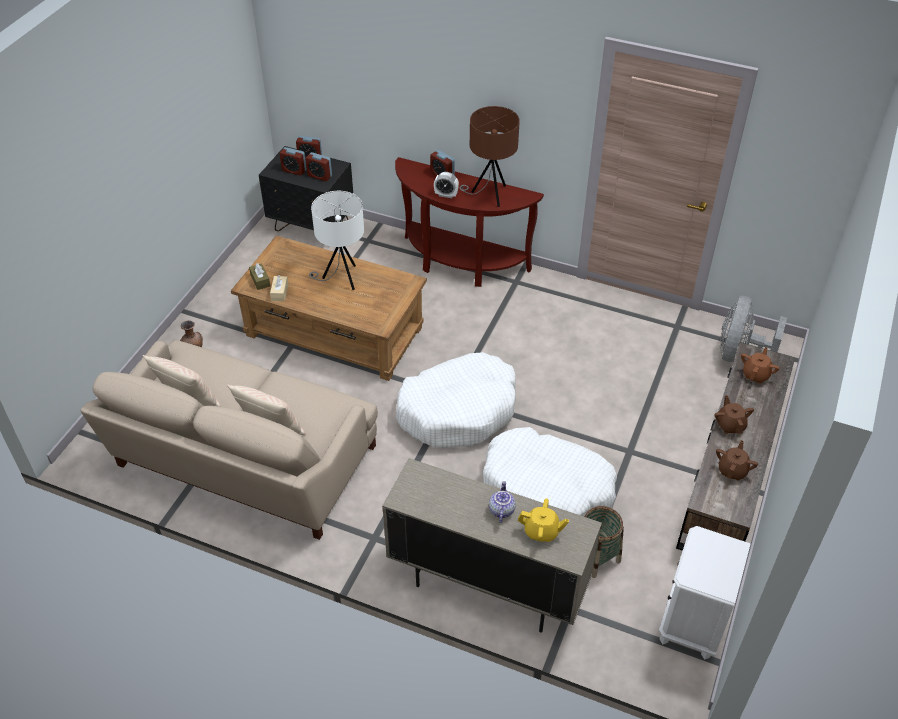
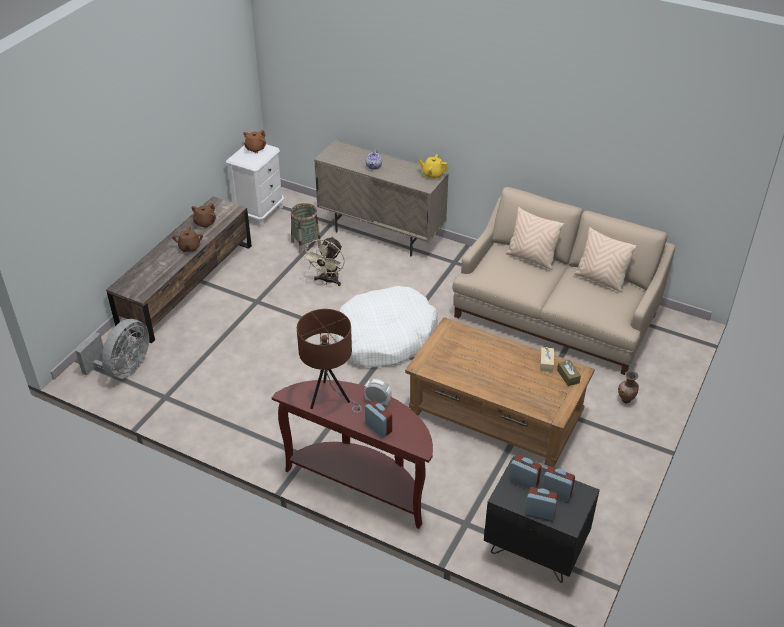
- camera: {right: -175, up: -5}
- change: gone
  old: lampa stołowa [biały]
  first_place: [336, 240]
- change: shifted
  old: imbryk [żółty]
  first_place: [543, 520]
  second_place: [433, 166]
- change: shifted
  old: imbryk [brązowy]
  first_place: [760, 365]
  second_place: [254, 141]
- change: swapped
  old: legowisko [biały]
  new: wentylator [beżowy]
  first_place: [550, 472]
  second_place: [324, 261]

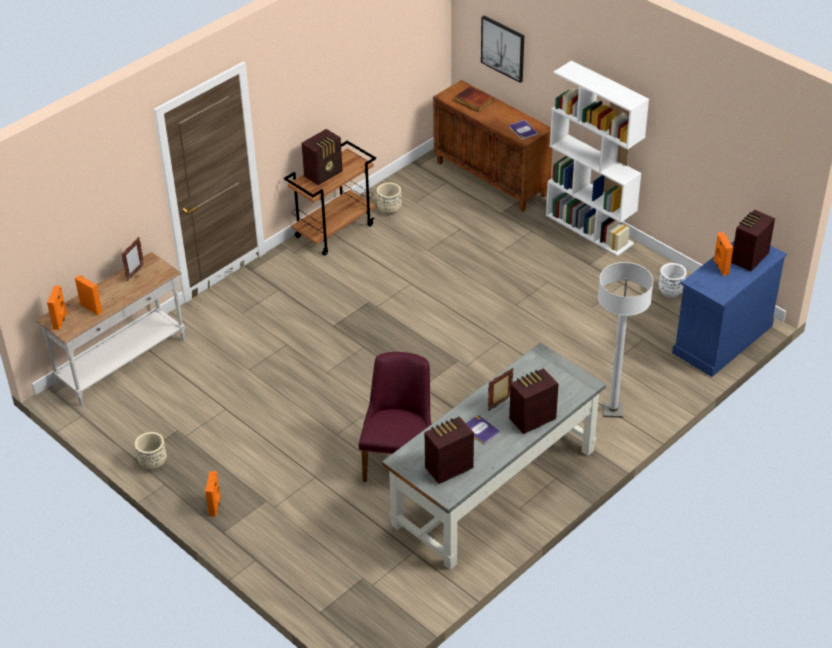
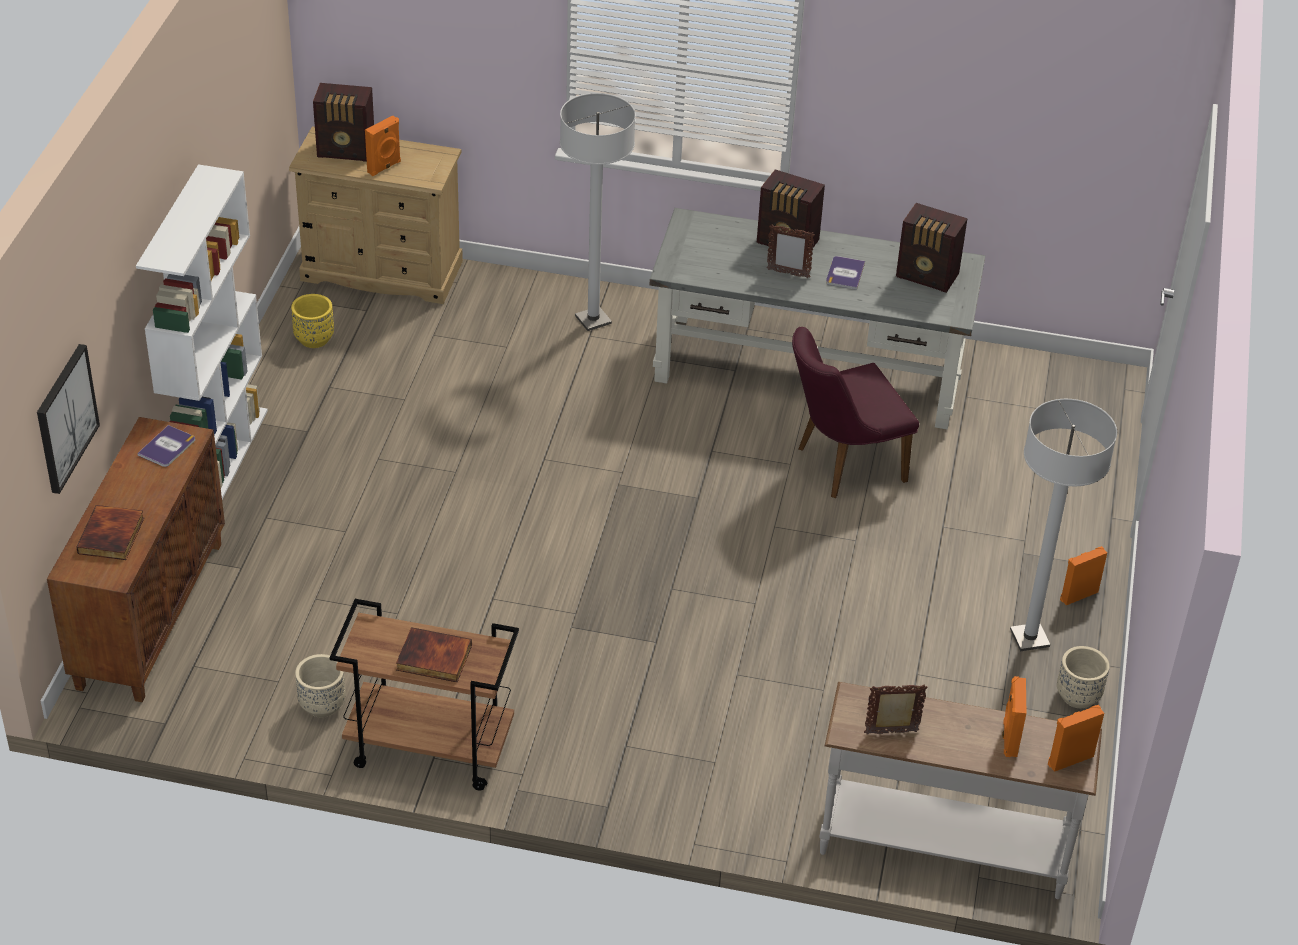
- camera: {right: -125, up: 0}
- change: new
  new: lampa stojąca [biały]
  second_place: [1063, 525]
- change: swapped
  old: radio
  new: książka
  first_place: [322, 157]
  second_place: [434, 654]
- change: repainted
  old: donica [biały]
  new: donica [żółty]
  first_place: [672, 280]
  second_place: [312, 321]
- change: repainted
  old: komoda [niebieski]
  new: komoda [beżowy]
  first_place: [729, 309]
  second_place: [376, 215]

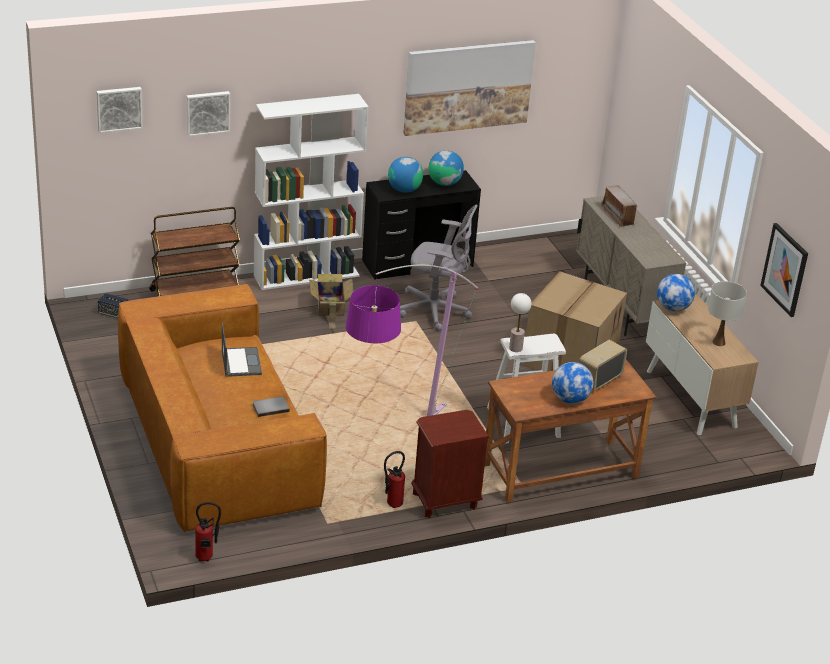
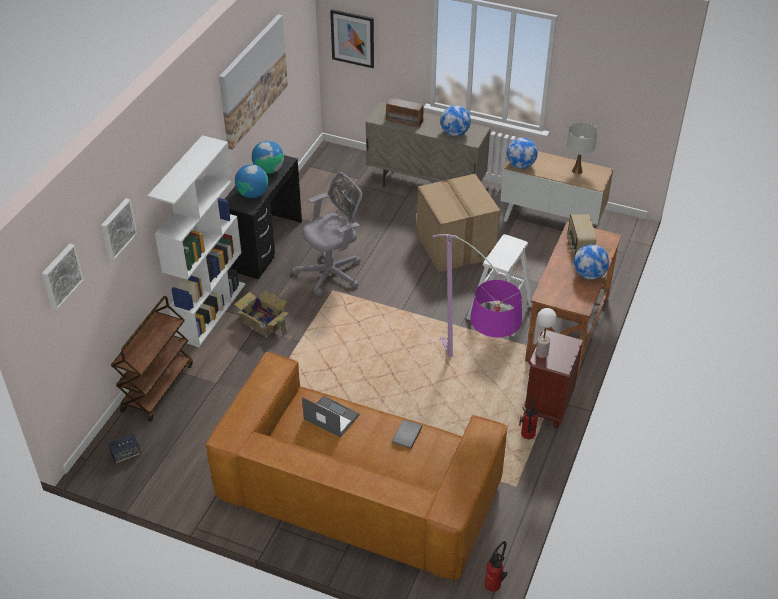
- camera: {right: -45, up: 10}
- change: new
  new: globus
  second_place: [455, 120]
- change: shifted
  old: lampa stołowa
  first_place: [520, 322]
  second_place: [546, 333]
- change: shifted
  old: obraz
  first_place: [784, 270]
  second_place: [352, 38]

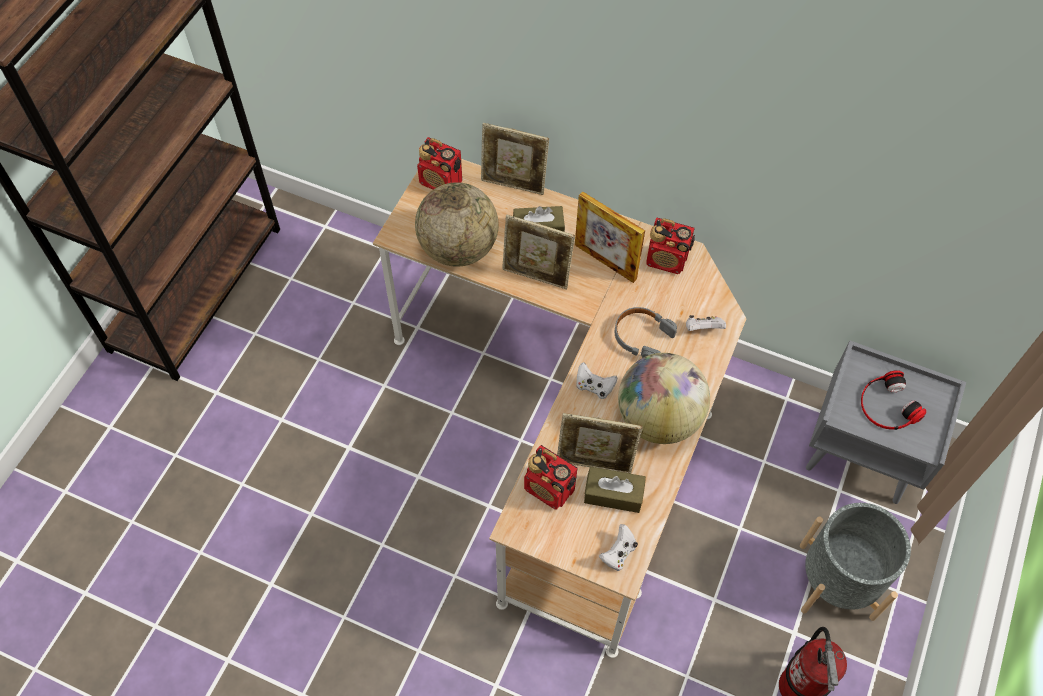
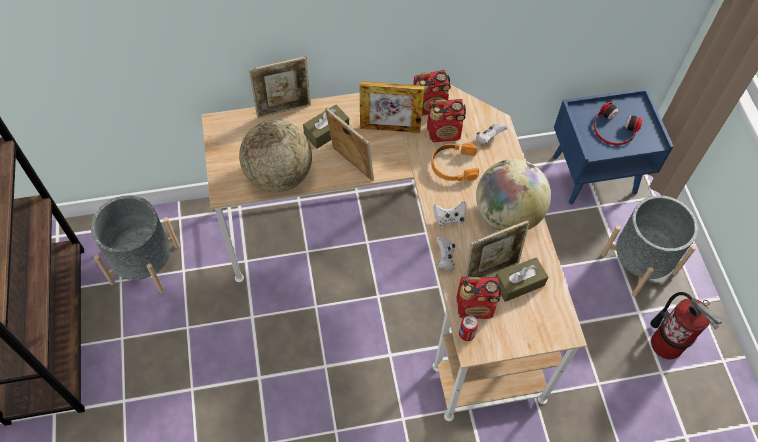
- camera: {right: -35, up: 0}
- change: new
  new: donica [szary]
  second_place: [135, 244]
- change: new
  new: puszka
  second_place: [468, 328]
- change: shifted
  old: radio
  first_place: [439, 163]
  second_place: [446, 120]
- change: shifted
  old: pad do gier [biały]
  first_place: [618, 547]
  second_place: [445, 253]
- change: repainted
  old: słuchawki [szary]
  new: słuchawki [pomarańczowy]
  first_place: [646, 332]
  second_place: [455, 162]
- change: repainted
  old: szafka nocna [szary]
  new: szafka nocna [niebieski]
  first_place: [886, 422]
  second_place: [613, 146]
- change: rotated
  old: ramka na zdjęcie
  first_place: [538, 252]
  second_place: [349, 144]
  degrees: -120

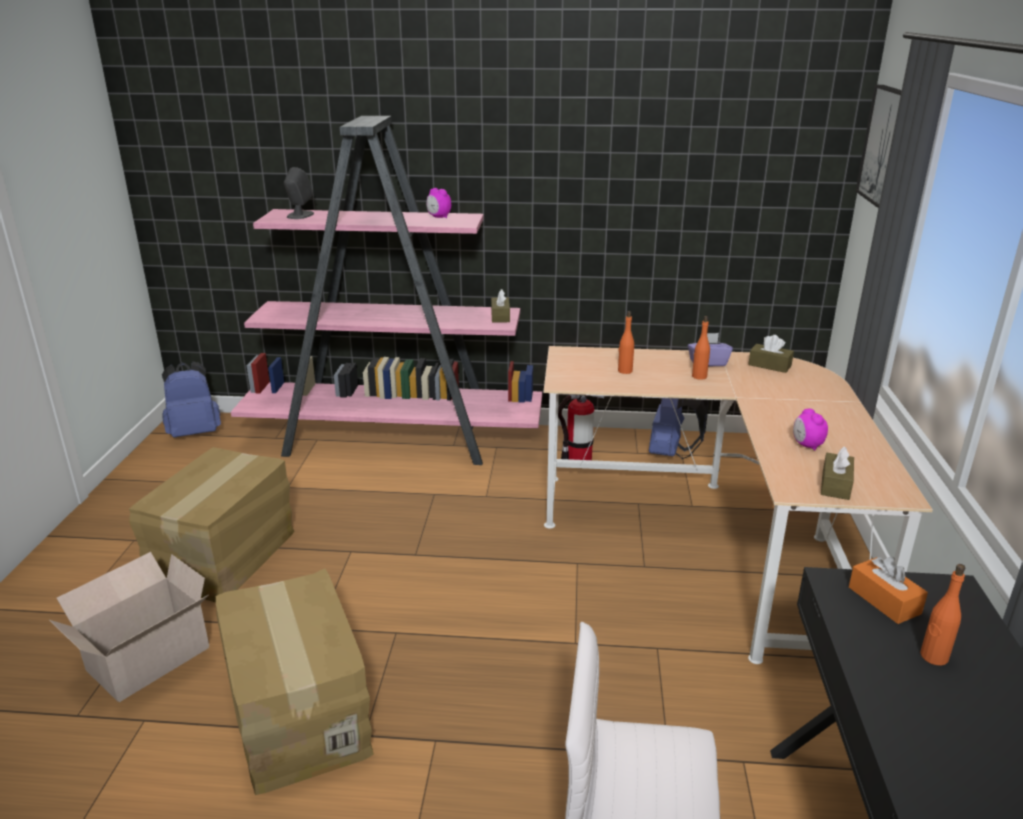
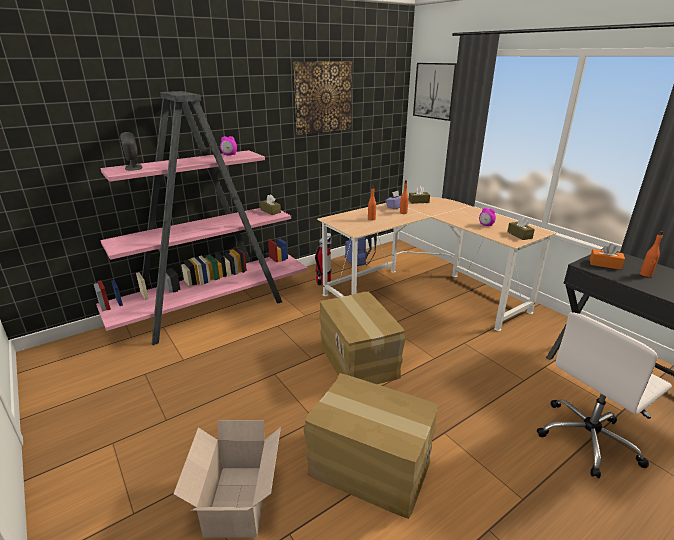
- camera: {right: -40, up: 0}
- change: gone
  old: plecak [niebieski]
  first_place: [191, 400]
- change: new
  new: obraz
  second_place: [323, 98]
- change: shifted
  old: karton
  first_place: [212, 524]
  second_place: [362, 338]

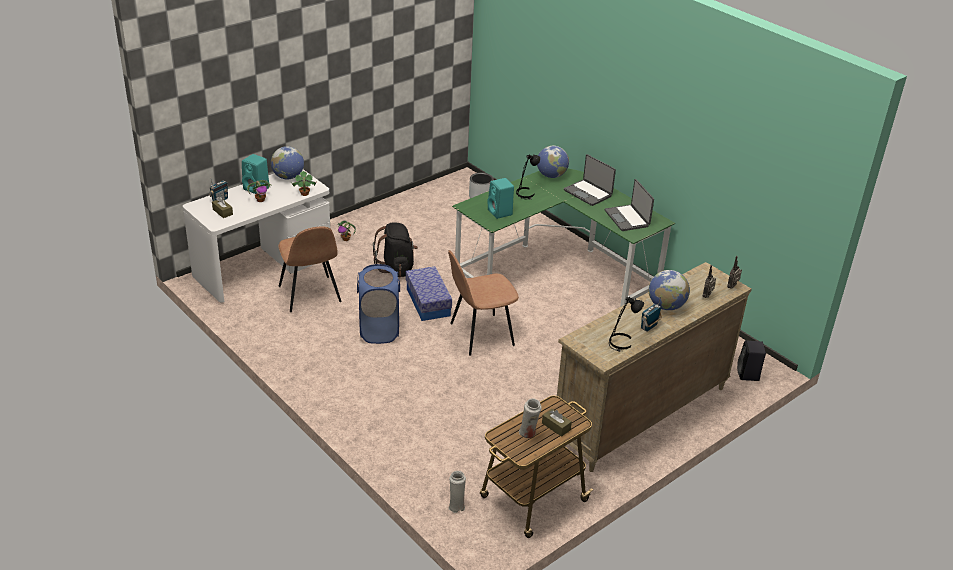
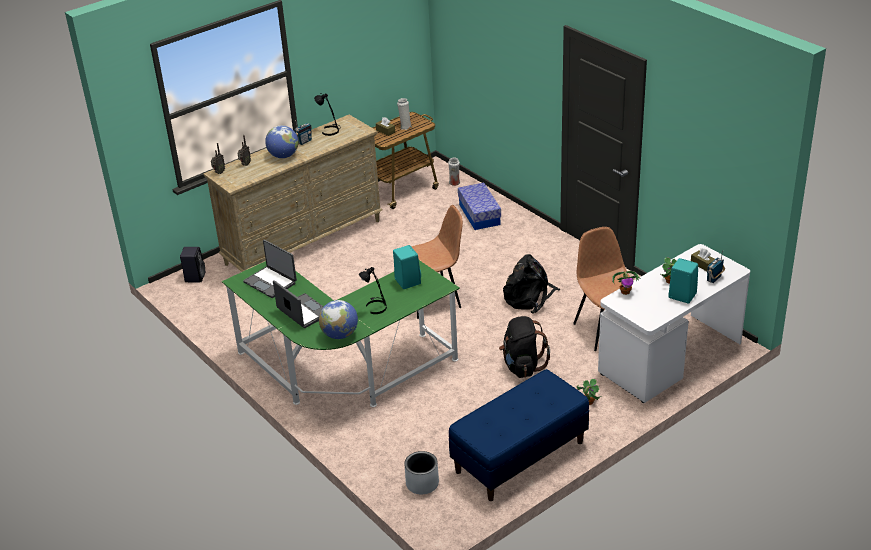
- camera: {right: -175, up: 0}
- change: gone
  old: globus
  first_place: [287, 163]
- change: new
  new: ławka [niebieski]
  second_place: [519, 435]
- change: shifted
  old: pojemnik do przechowywania
  first_place: [429, 293]
  second_place: [479, 206]
- change: swapped
  old: kosz na pranie [niebieski]
  new: plecak [czarny]
  first_place: [378, 304]
  second_place: [531, 284]
- change: rotated
  old: laptop
  first_place: [629, 205]
  second_place: [270, 269]
  degrees: 150

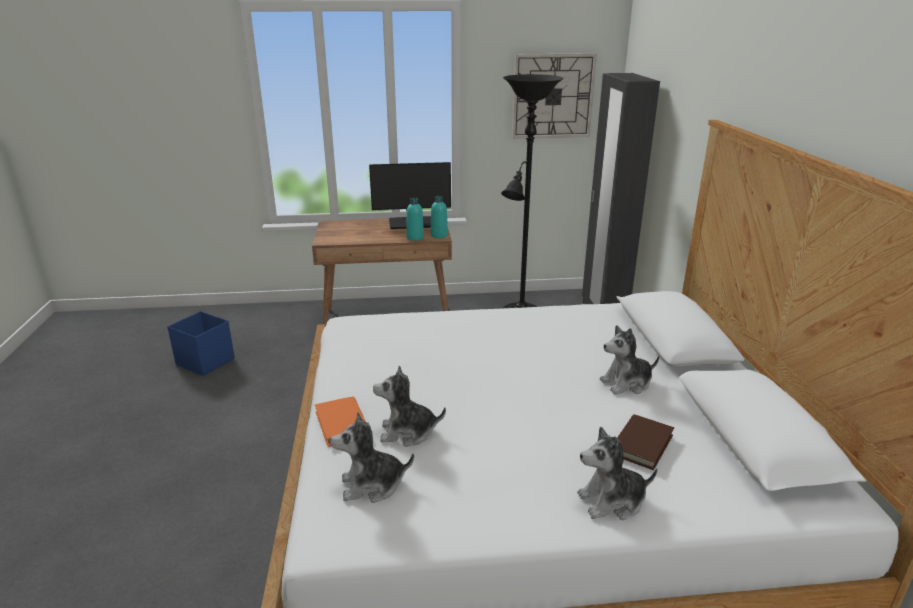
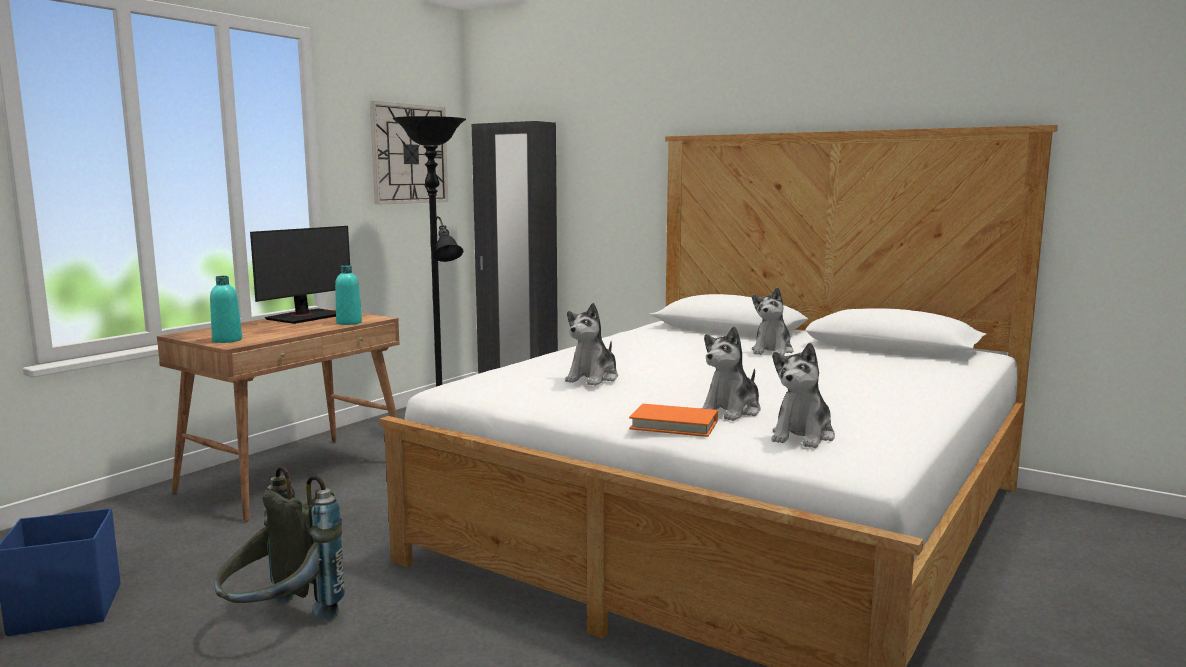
- camera: {right: -50, up: -15}
- change: gone
  old: książka [brązowy]
  first_place: [645, 442]
- change: new
  new: plecak [szary]
  second_place: [280, 543]
- change: shifted
  old: butelka [turkusowy]
  first_place: [439, 217]
  second_place: [226, 309]
- change: shifted
  old: pluszak
  first_place: [618, 473]
  second_place: [591, 344]

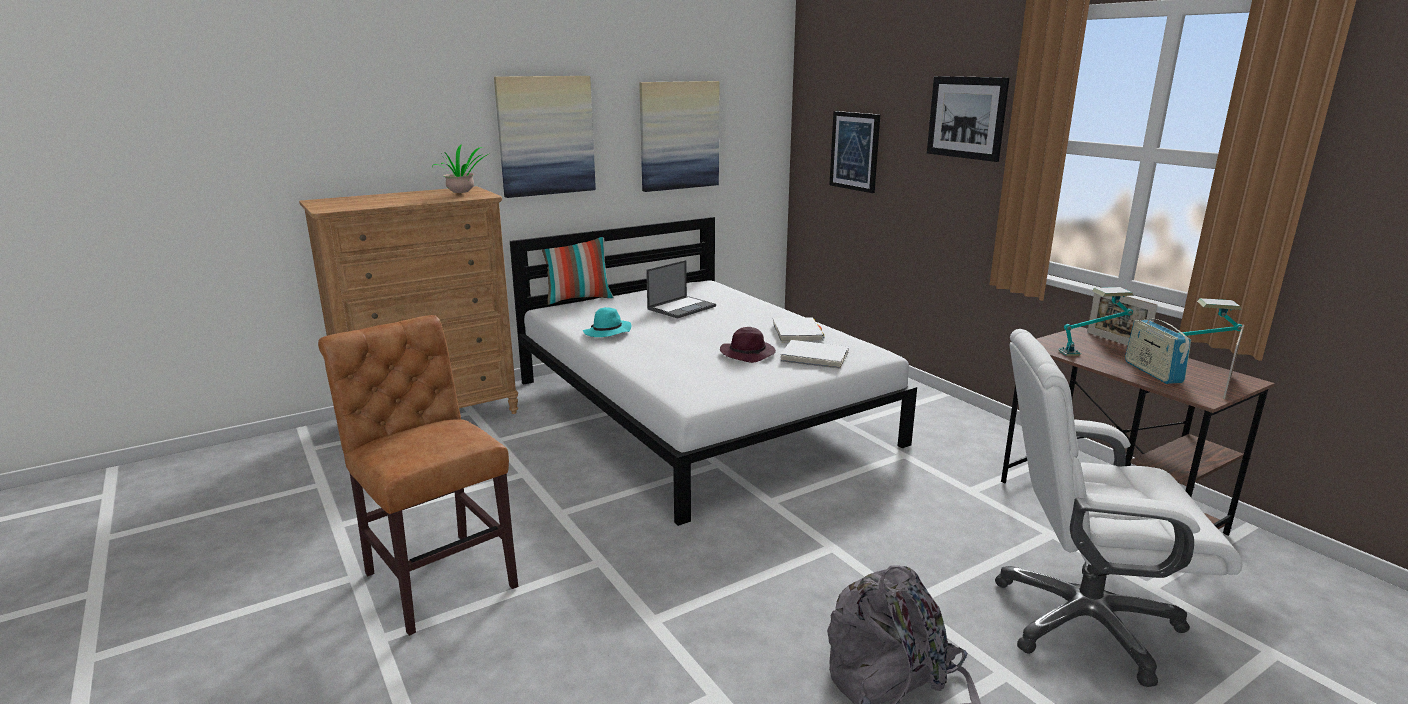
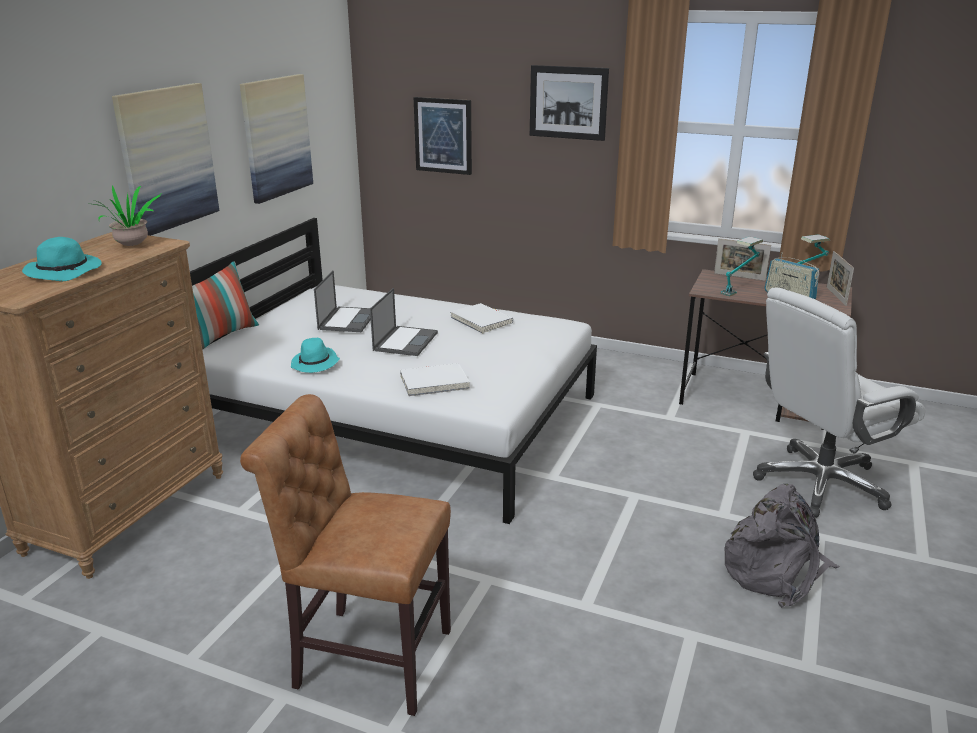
- camera: {right: -35, up: 5}
- change: gone
  old: kapelusz [fioletowy]
  first_place: [748, 345]
- change: new
  new: kapelusz [turkusowy]
  second_place: [62, 259]
- change: new
  new: laptop
  second_place: [404, 322]
- change: shifted
  old: książka [biały]
  first_place: [814, 354]
  second_place: [434, 379]

